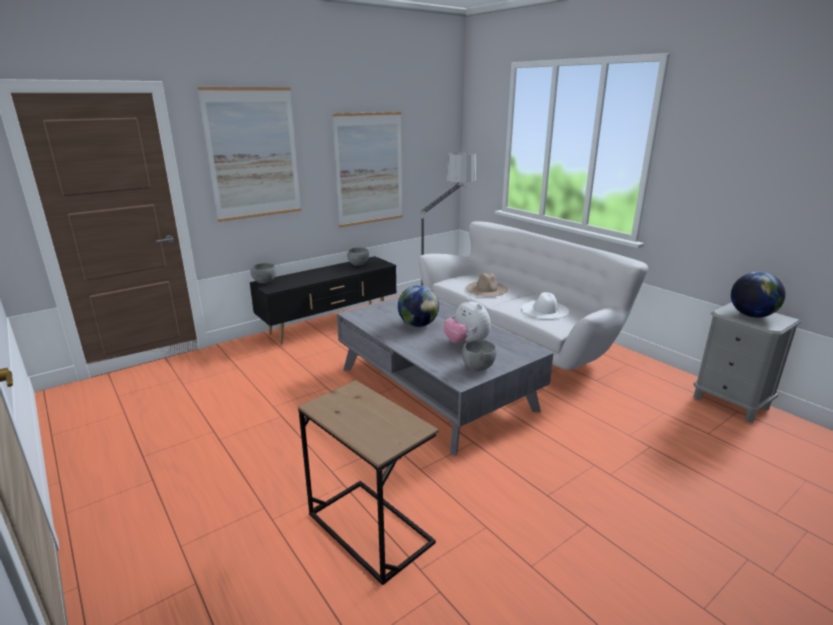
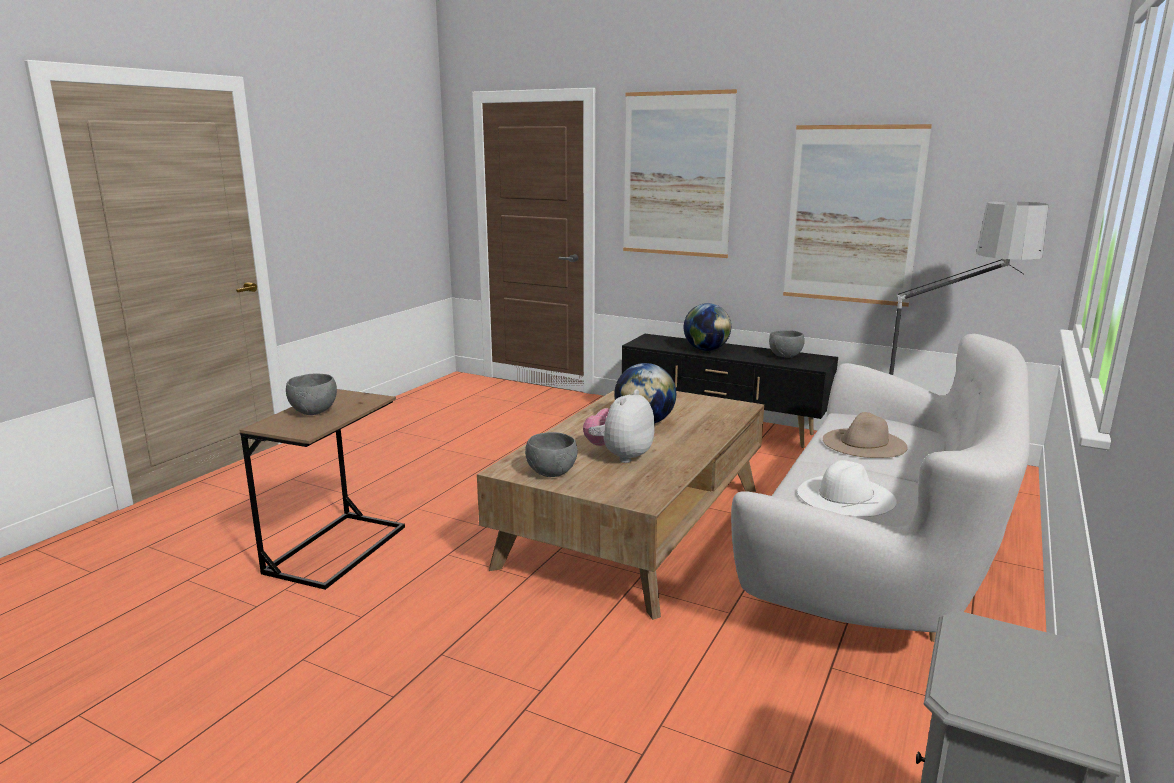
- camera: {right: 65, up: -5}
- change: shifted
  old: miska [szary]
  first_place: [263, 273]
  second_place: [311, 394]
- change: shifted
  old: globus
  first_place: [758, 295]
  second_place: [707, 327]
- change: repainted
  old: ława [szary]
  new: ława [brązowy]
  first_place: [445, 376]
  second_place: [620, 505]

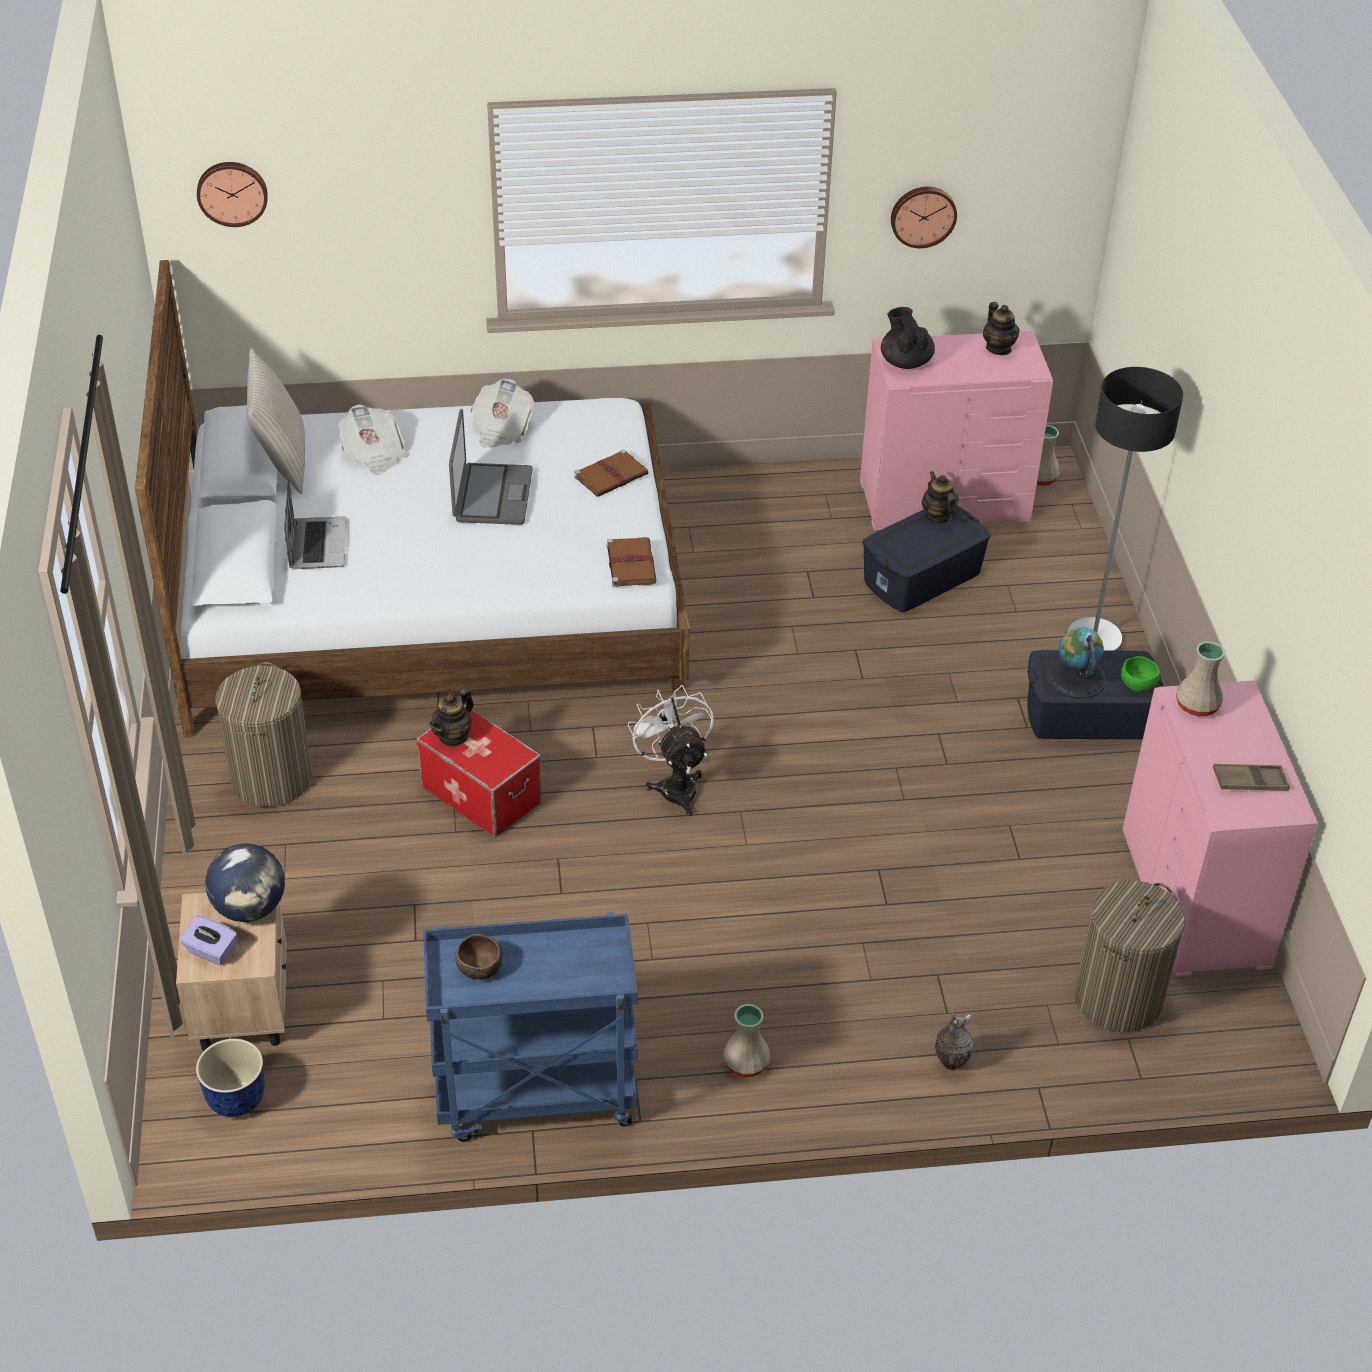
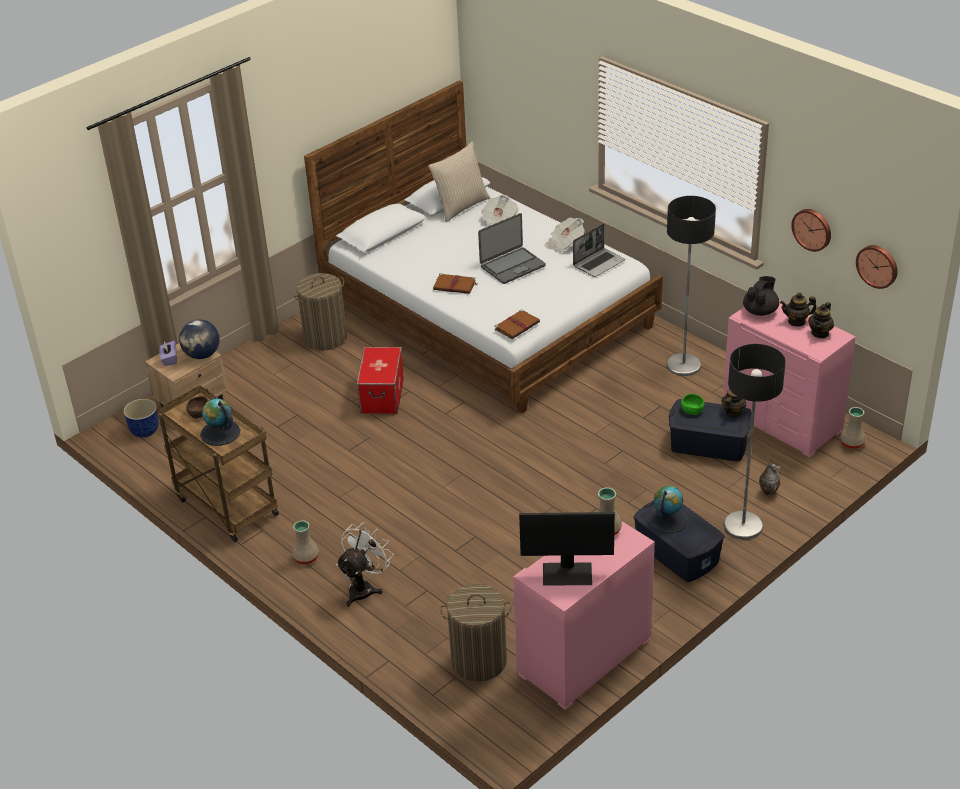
- camera: {right: 55, up: -5}
- change: new
  new: globus
  second_place: [220, 422]
- change: new
  new: lampa stojąca
  second_place: [691, 286]
- change: shifted
  old: zegar ścienny
  first_place: [232, 194]
  second_place: [877, 267]
- change: shifted
  old: laptop
  first_place: [315, 524]
  second_place: [599, 250]
- change: shifted
  old: imbryk
  first_place: [451, 717]
  second_place: [798, 310]
- change: shifted
  old: książka [brązowy]
  first_place: [611, 473]
  second_place: [455, 283]
- change: shifted
  old: wentylator [biały]
  first_place: [670, 750]
  second_place: [364, 564]
- change: shifted
  old: wazon
  first_place: [954, 1041]
  second_place: [770, 477]
- change: shifted
  old: miska [zielony]
  first_place: [1140, 674]
  second_place: [692, 404]
- change: swapped
  old: taca [brązowy]
  new: monitor
  first_place: [1251, 777]
  second_place: [567, 549]
- change: repainted
  old: wózek [niebieski]
  new: wózek [brązowy]
  first_place: [530, 1027]
  second_place: [218, 463]

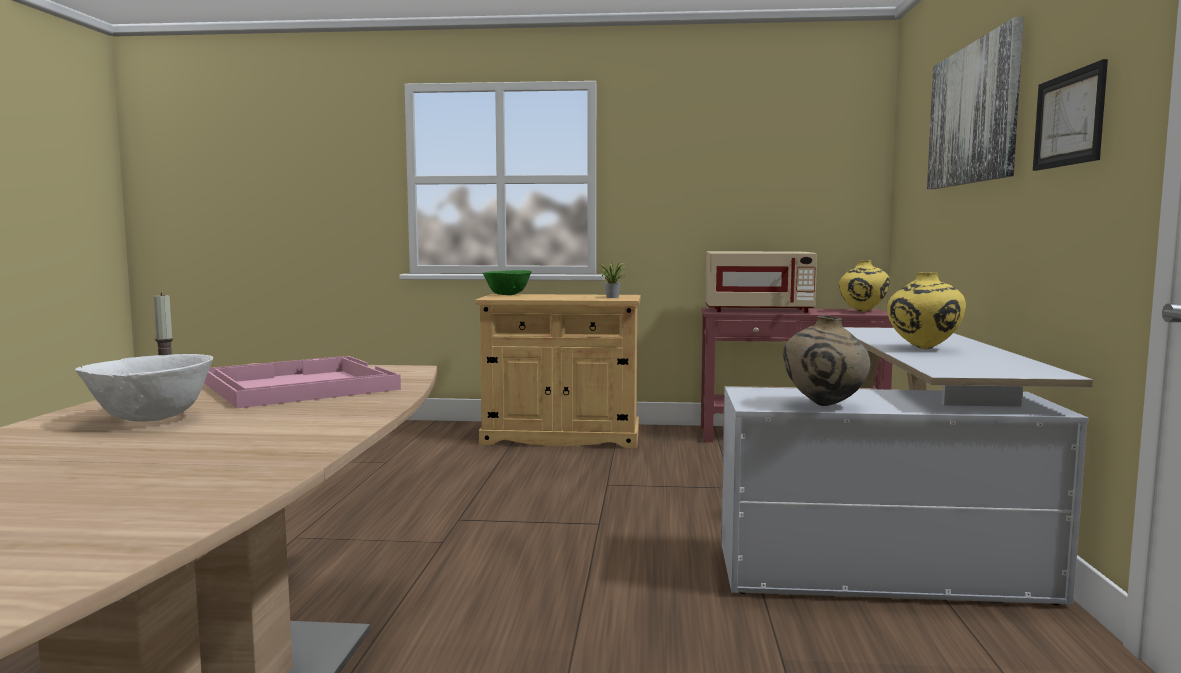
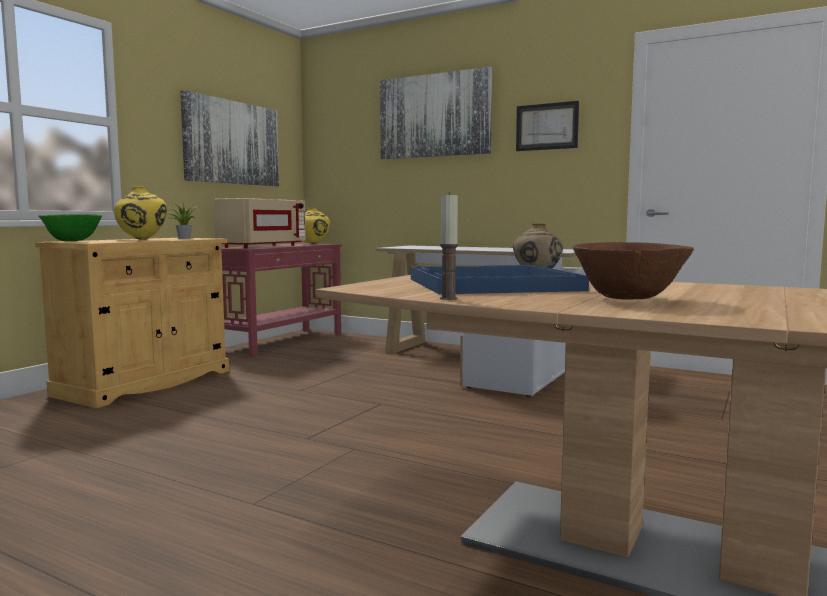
- camera: {right: -65, up: 0}
- change: new
  new: obraz
  second_place: [229, 138]
- change: shifted
  old: wazon [żółty]
  first_place: [926, 311]
  second_place: [140, 213]
- change: repainted
  old: miska [biały]
  new: miska [brązowy]
  first_place: [144, 388]
  second_place: [633, 271]
- change: repainted
  old: taca [różowy]
  new: taca [niebieski]
  first_place: [302, 382]
  second_place: [500, 279]

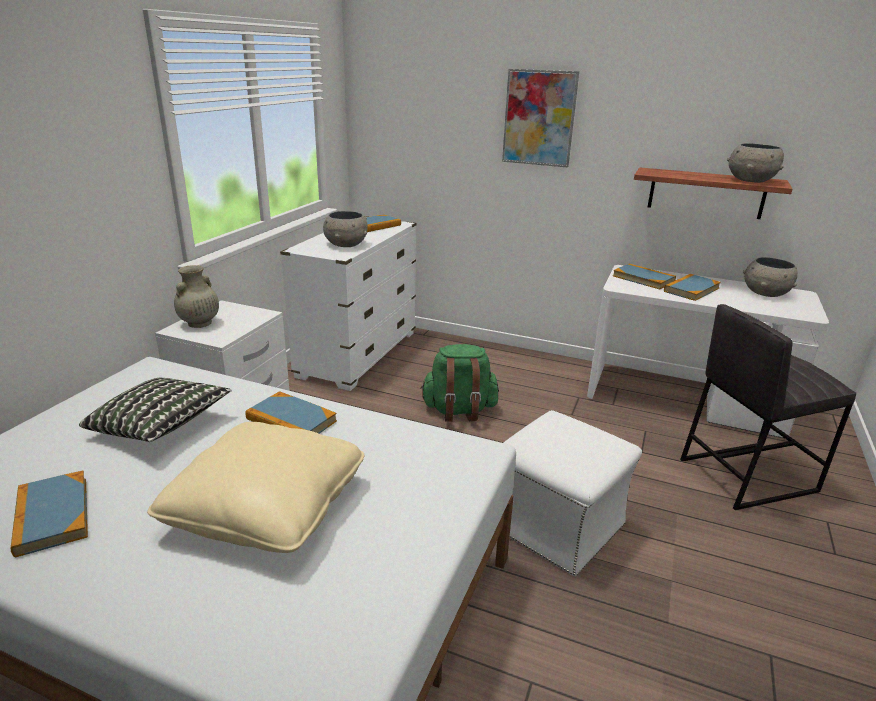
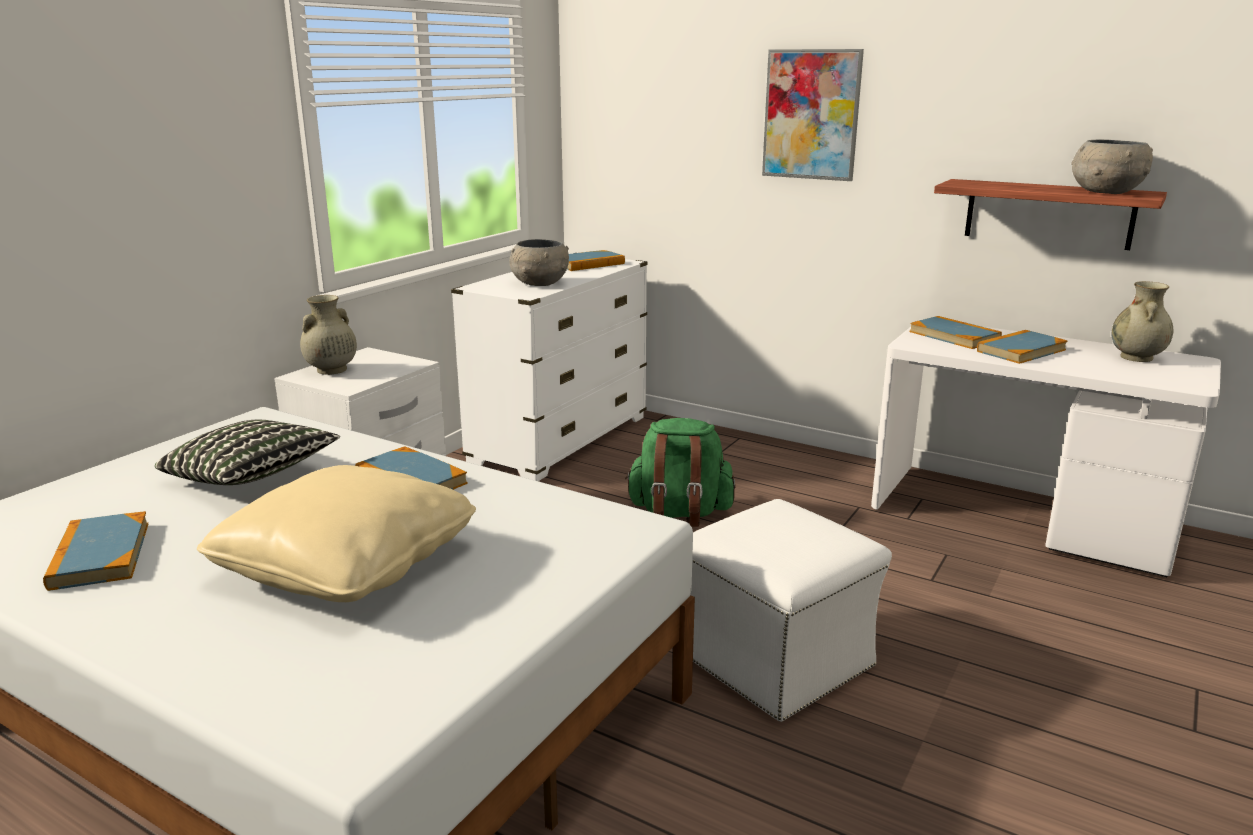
- camera: {right: 10, up: -5}
- change: gone
  old: stołek [szary]
  first_place: [768, 407]
- change: swapped
  old: miska [szary]
  new: wazon [beżowy]
  first_place: [770, 277]
  second_place: [1143, 321]

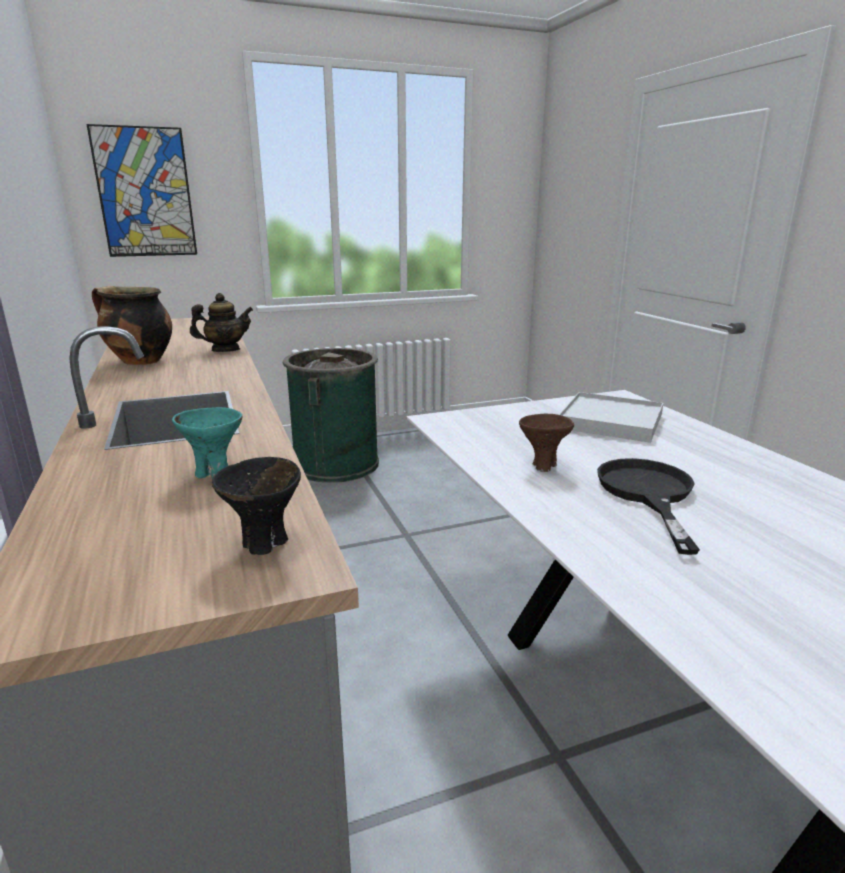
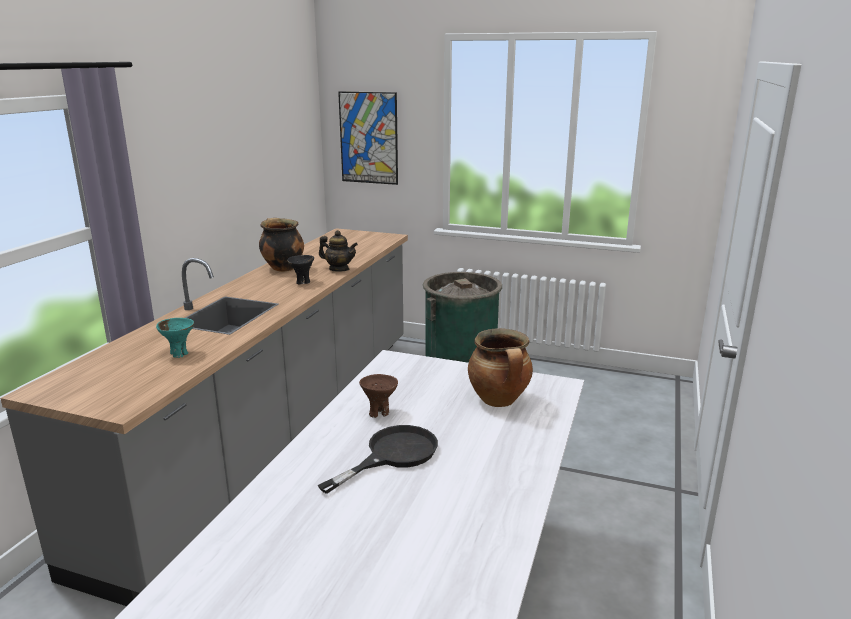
- camera: {right: 40, up: 0}
- change: shifted
  old: miska [czarny]
  first_place: [256, 506]
  second_place: [300, 269]
- change: swapped
  old: taca [biały]
  new: garnek
  first_place: [611, 417]
  second_place: [500, 367]

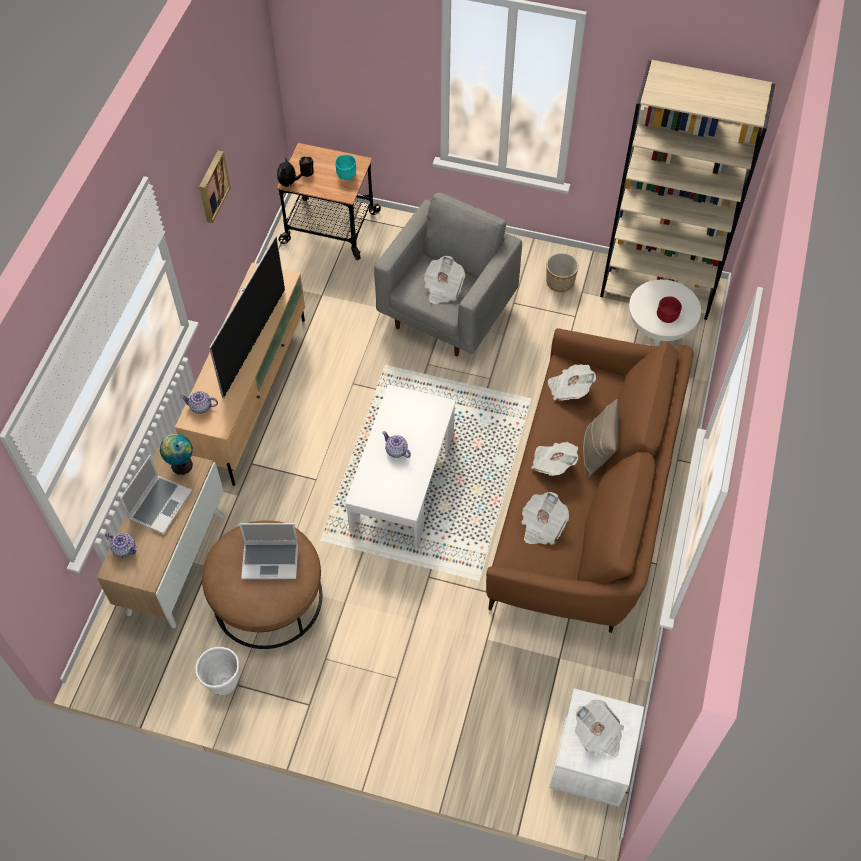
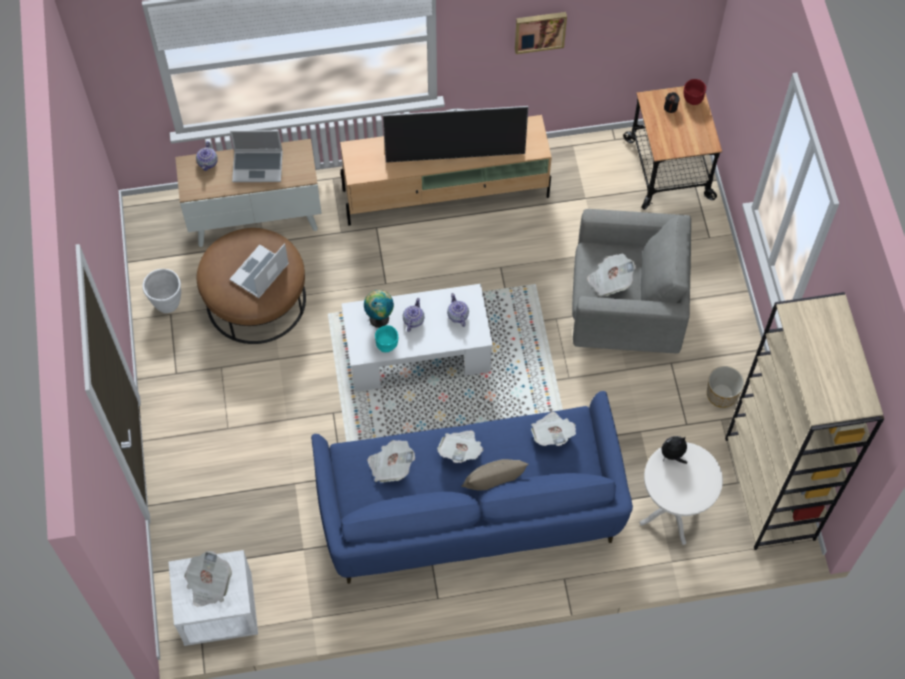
- camera: {right: 65, up: 5}
- change: shifted
  old: globus
  first_place: [176, 454]
  second_place: [379, 309]
- change: shifted
  old: imbryk
  first_place: [199, 402]
  second_place: [458, 310]
- change: shifted
  old: pluszak
  first_place: [289, 172]
  second_place: [674, 450]
- change: shifted
  old: miska [turkusowy]
  first_place: [345, 167]
  second_place: [386, 338]
- change: shifted
  old: miska [czerwony]
  first_place: [669, 309]
  second_place: [695, 92]
- change: repainted
  old: kanapa [brązowy]
  new: kanapa [niebieski]
  first_place: [590, 480]
  second_place: [472, 487]
- change: rotated
  old: laptop
  first_place: [268, 551]
  second_place: [259, 270]
  degrees: 60

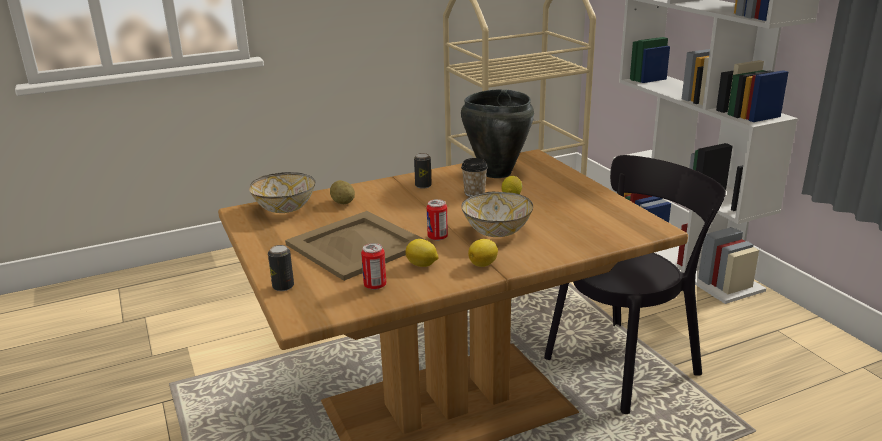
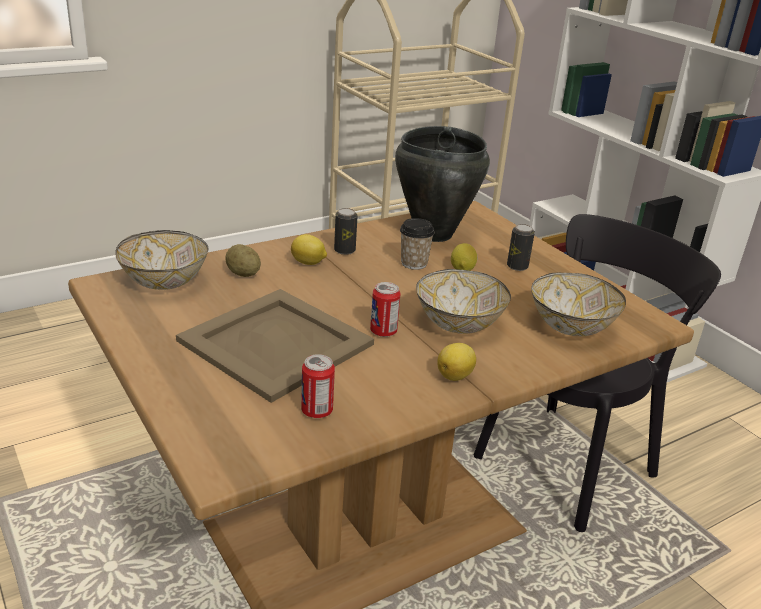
- camera: {right: -10, up: 5}
- change: new
  new: miska
  second_place: [578, 304]
- change: shifted
  old: puszka
  first_place: [281, 268]
  second_place: [521, 247]
- change: shifted
  old: cytryna
  first_place: [422, 253]
  second_place: [309, 249]

